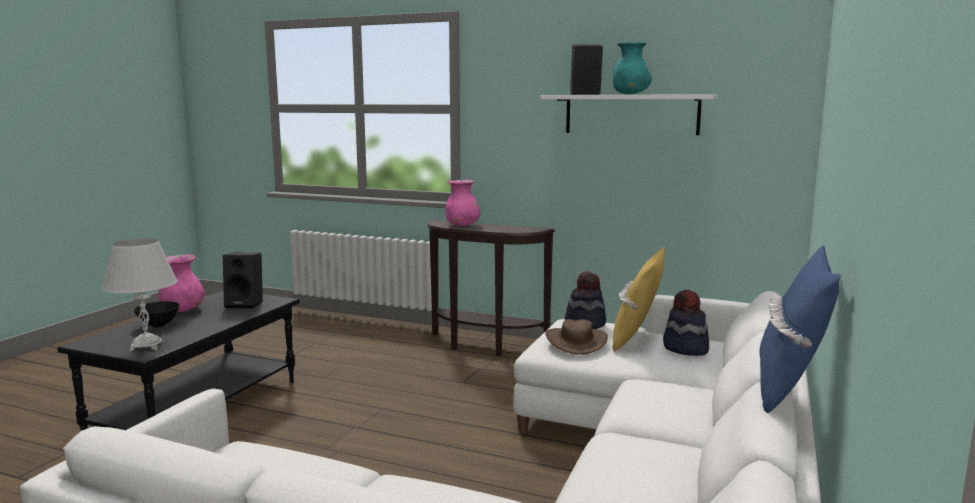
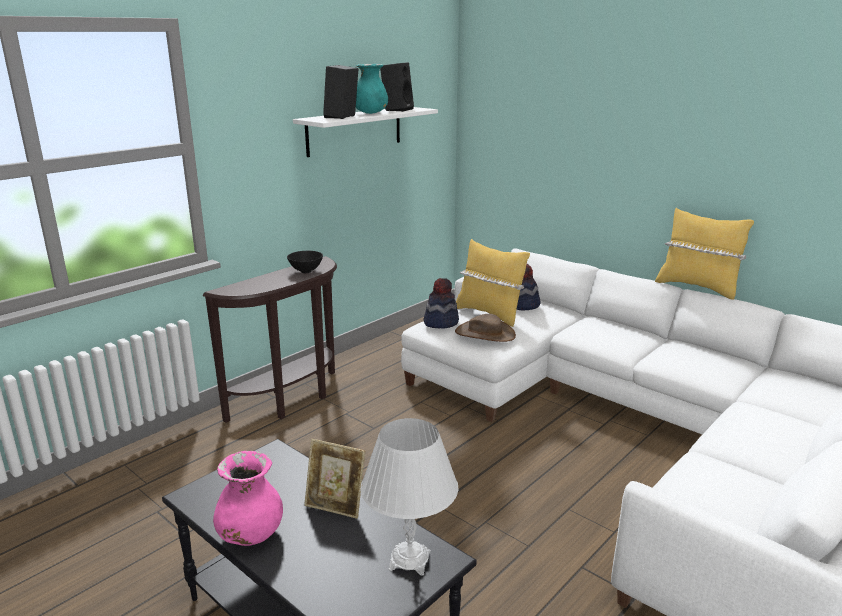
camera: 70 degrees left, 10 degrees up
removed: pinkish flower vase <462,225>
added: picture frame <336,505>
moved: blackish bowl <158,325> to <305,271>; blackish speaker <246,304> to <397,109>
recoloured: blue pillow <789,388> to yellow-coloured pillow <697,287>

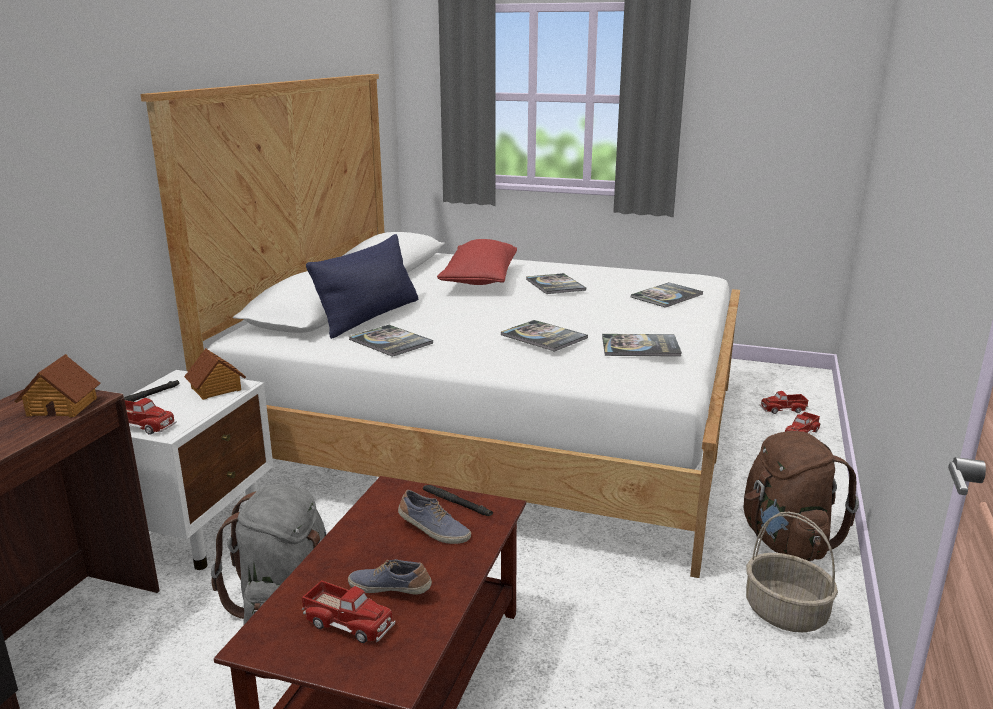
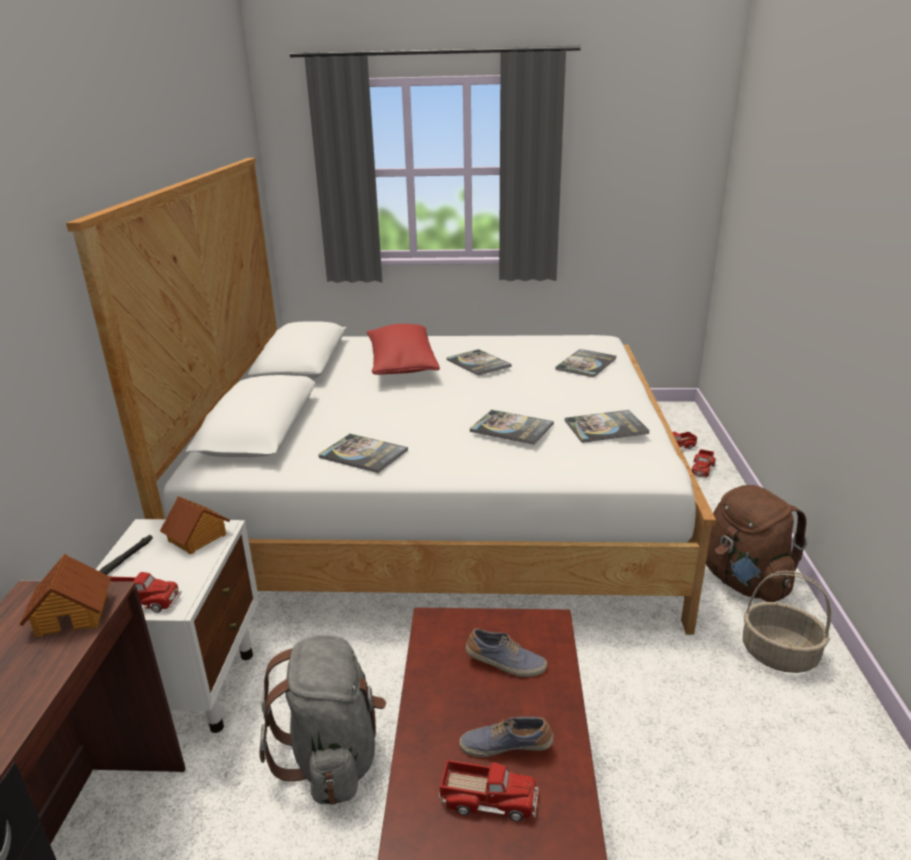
camera: 15 degrees left, 5 degrees up
removed: blue pillow <370,317>; blackish torch <457,504>

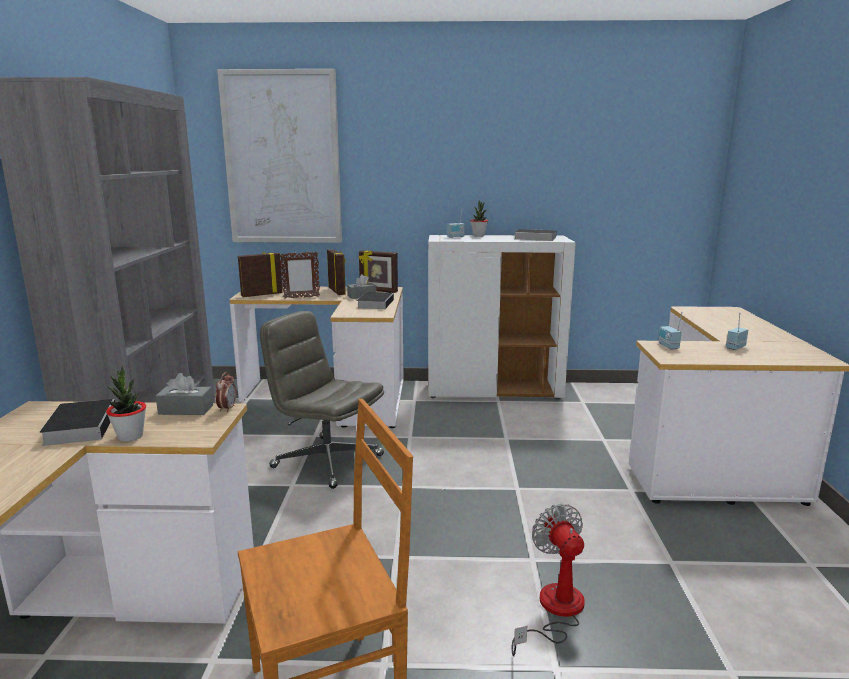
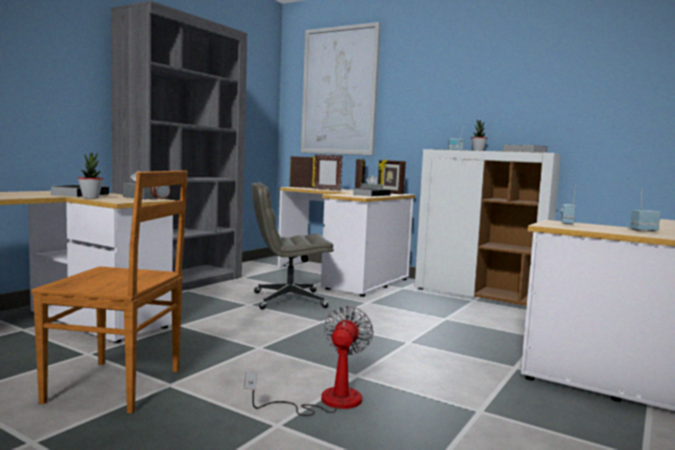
camera: 30 degrees right, 10 degrees down
turned: grey computer chair <326,461> = <288,300> 75 degrees counterclockwise

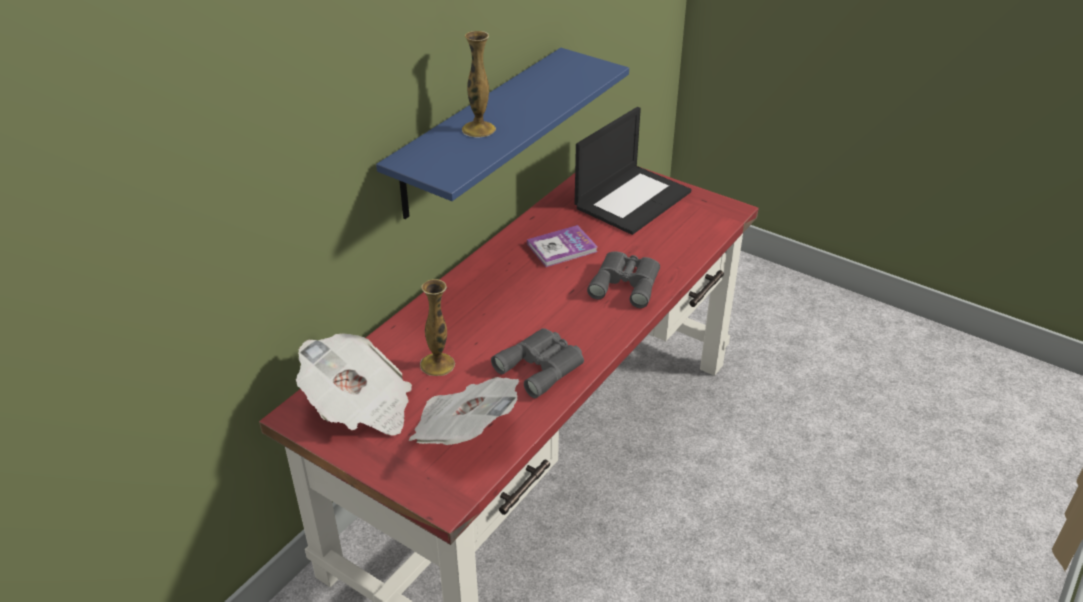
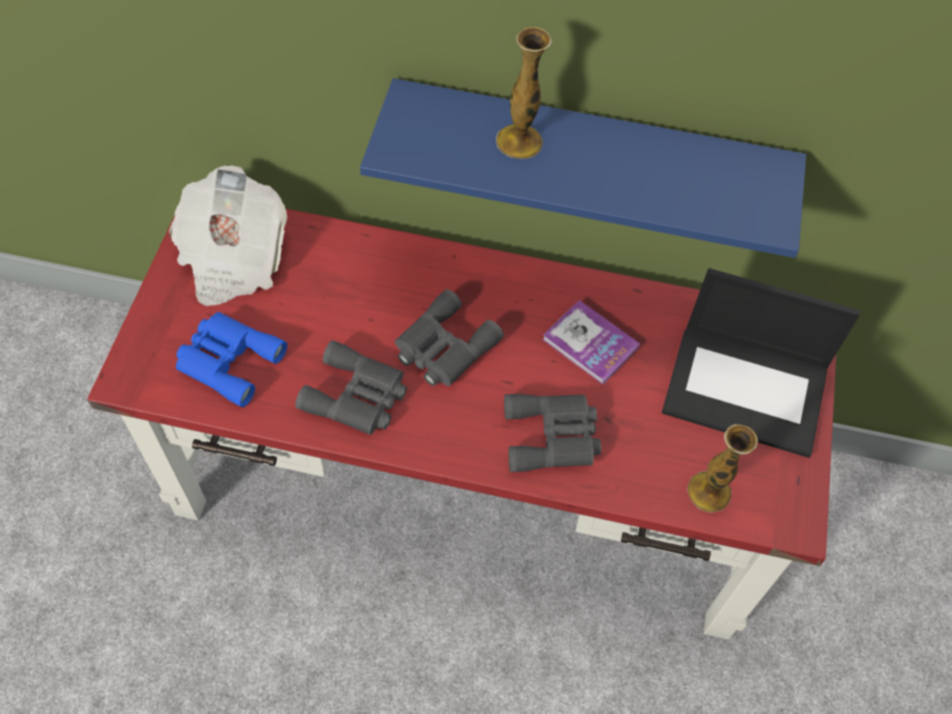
camera: 65 degrees right, 20 degrees up
added: grey field glasses <443,348>
moved: flower vase <437,364> to <709,492>
replaced: printed paper <464,431> to blue field glasses <228,360>

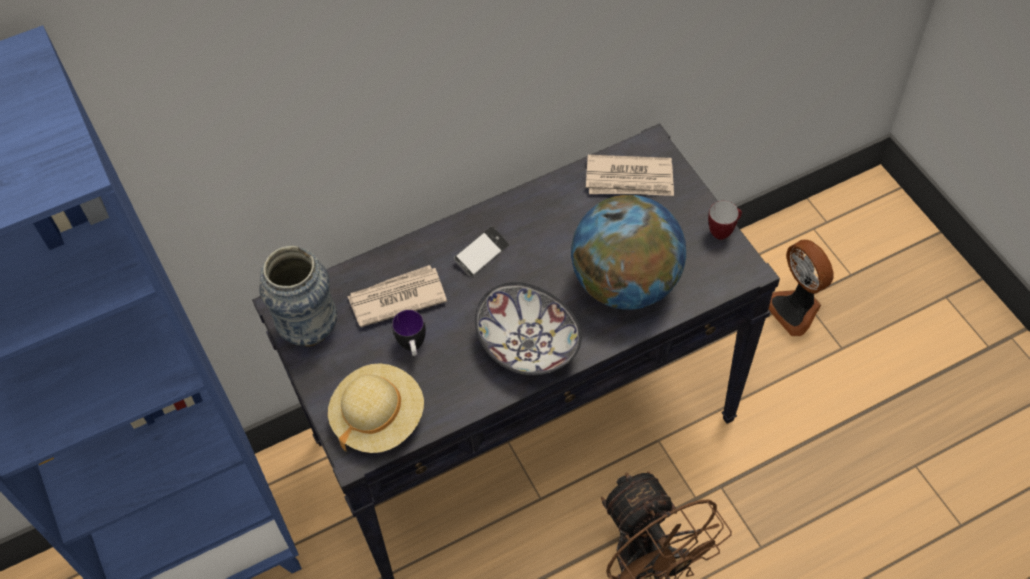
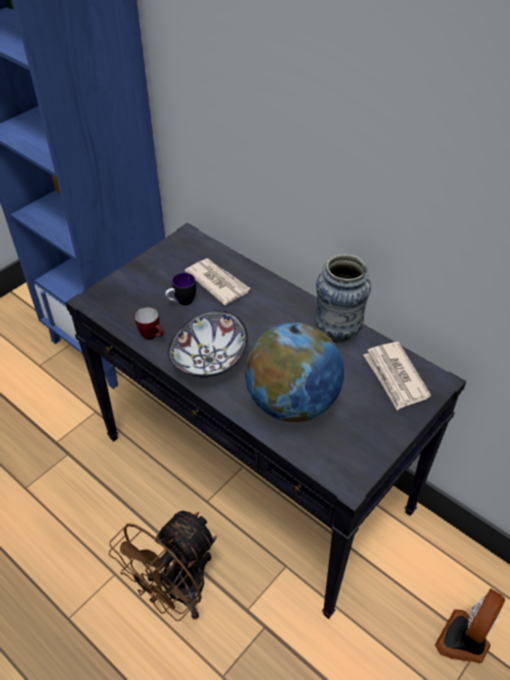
camera: 65 degrees right, 10 degrees down
removed: beige hat <378,418>; telephone <481,254>
moved: flower vase <309,329> to <337,331>; coffee mug <723,231> to <152,336>

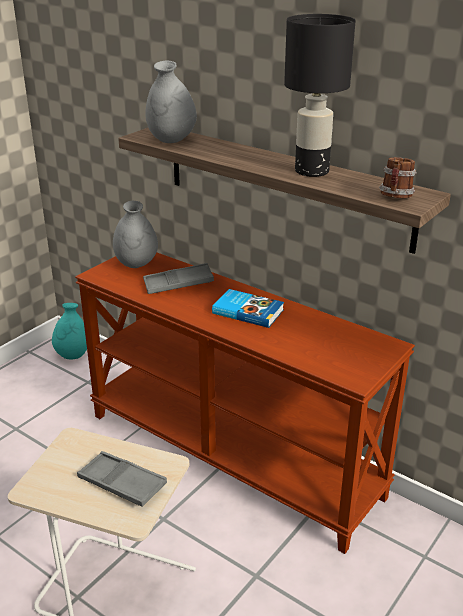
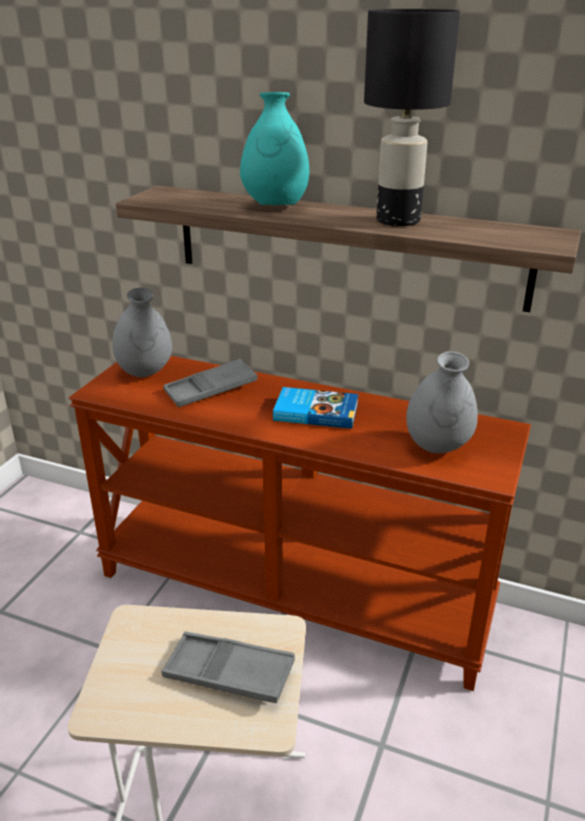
camera: 15 degrees left, 0 degrees up
removed: coffee mug <396,197>
moved: turquoise-coloured flower vase <72,355> to <275,206>; grey flower vase <171,140> to <437,446>

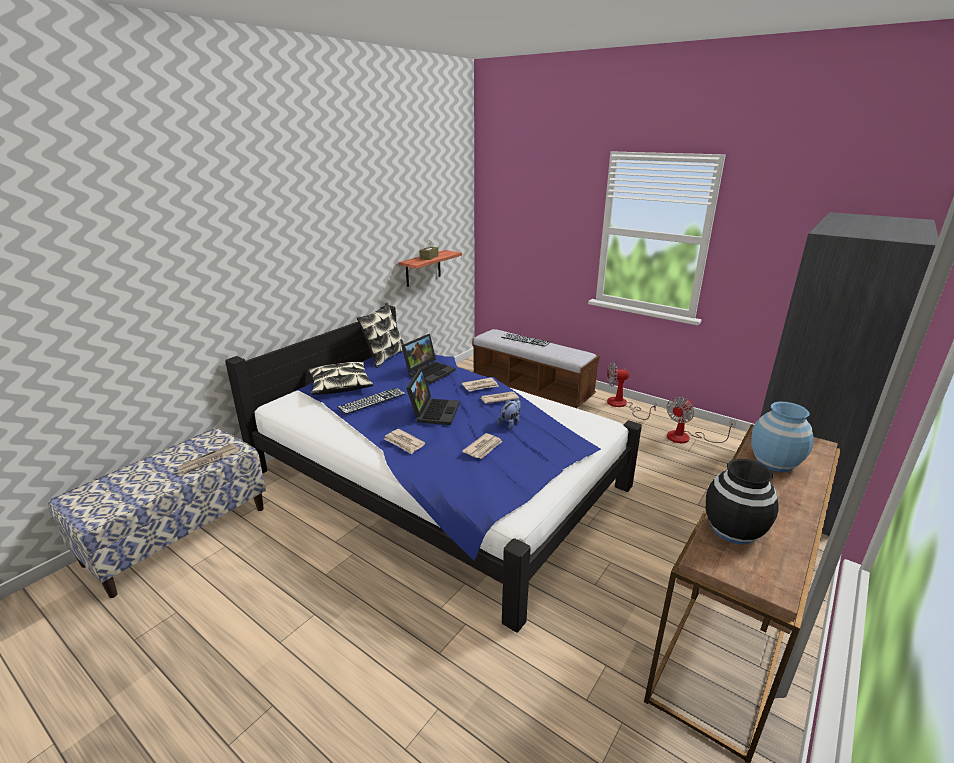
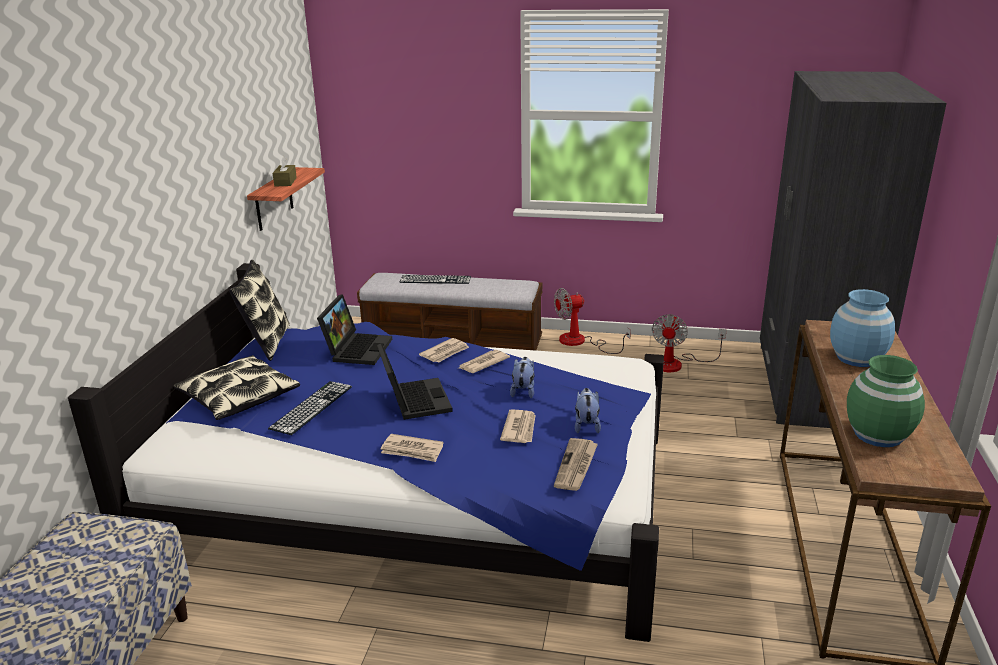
camera: 25 degrees left, 0 degrees up
added: plush toy <586,425>
moved: printed paper <209,460> to <576,466>
recoloured: blackish flower vase <734,530> to green-coloured flower vase <878,435>

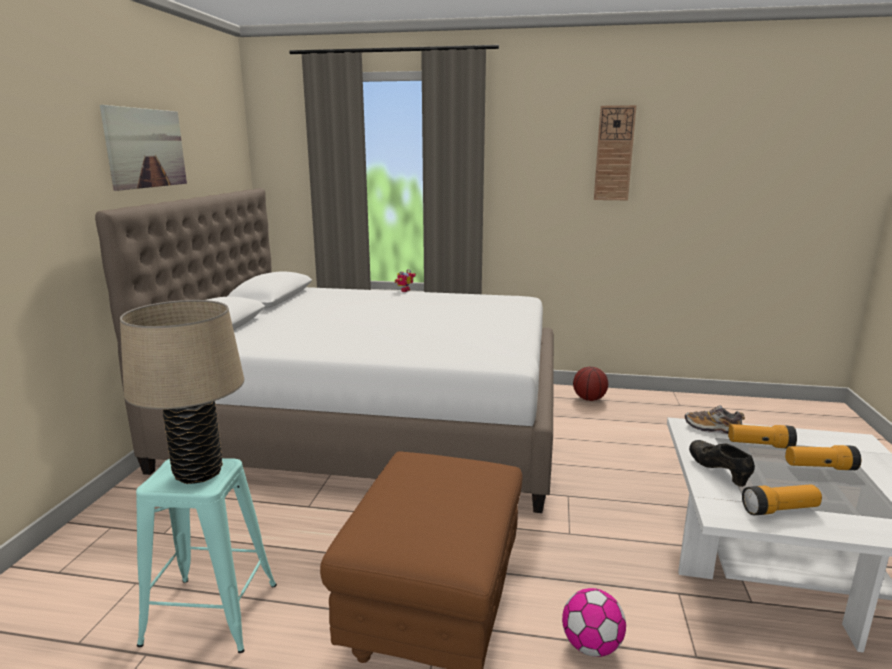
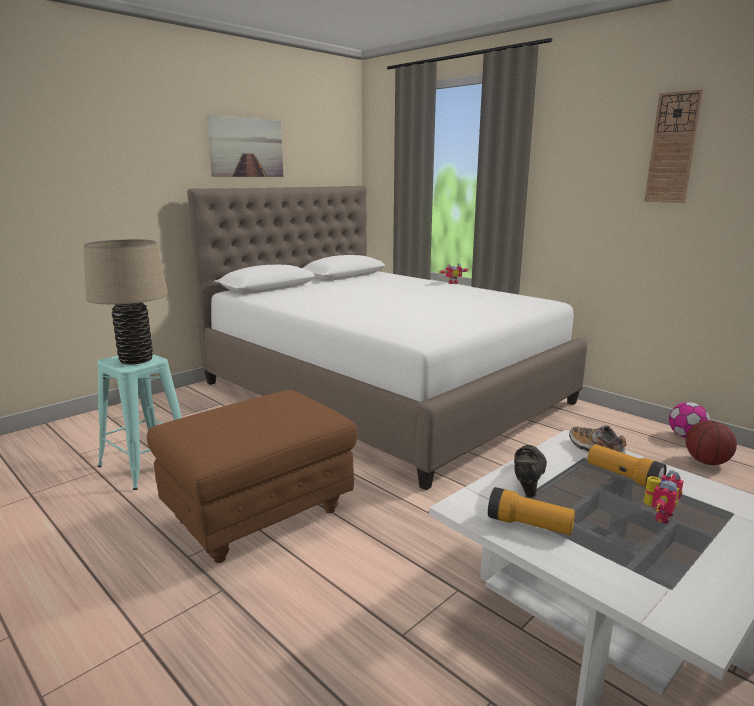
camera: 35 degrees right, 0 degrees up
moved: football <591,646> to <686,436>; ball for basketball <589,399> to <706,462>
replaced: torch <819,467> to model robot <658,515>

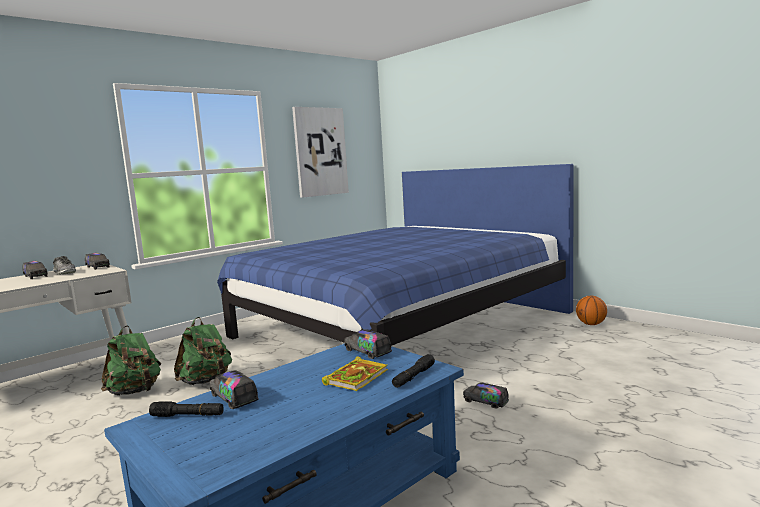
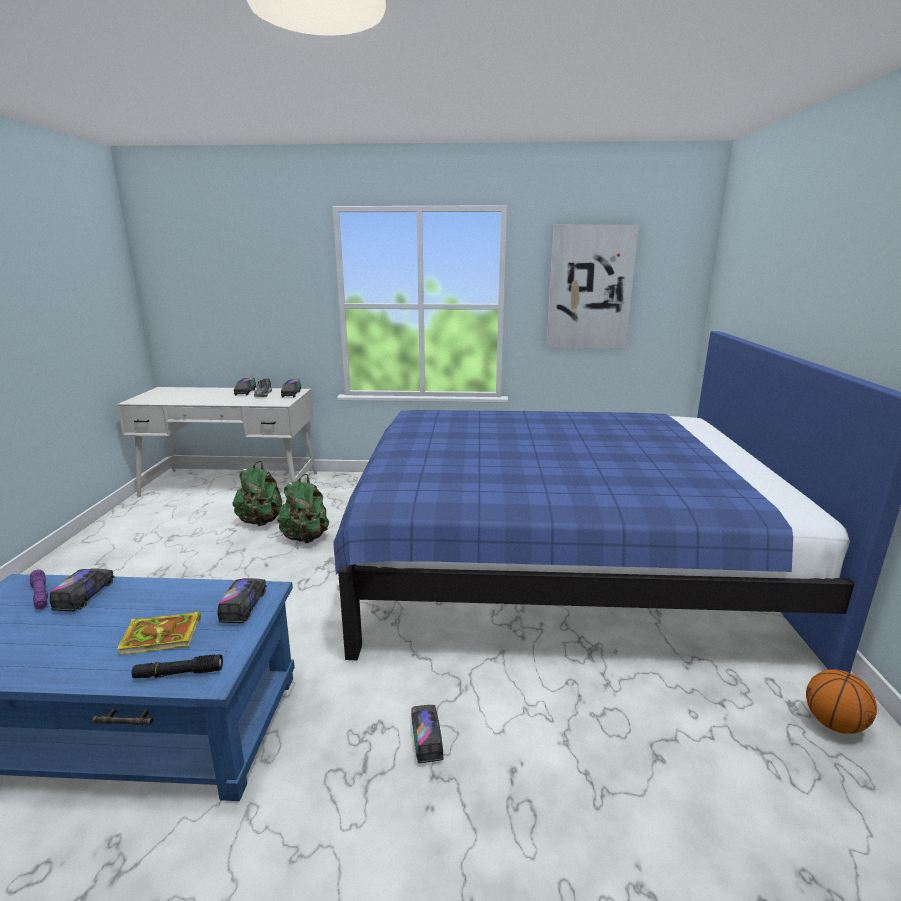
camera: 45 degrees right, 10 degrees up
recoloured: blackish torch <187,416> to purple-coloured torch <40,595>

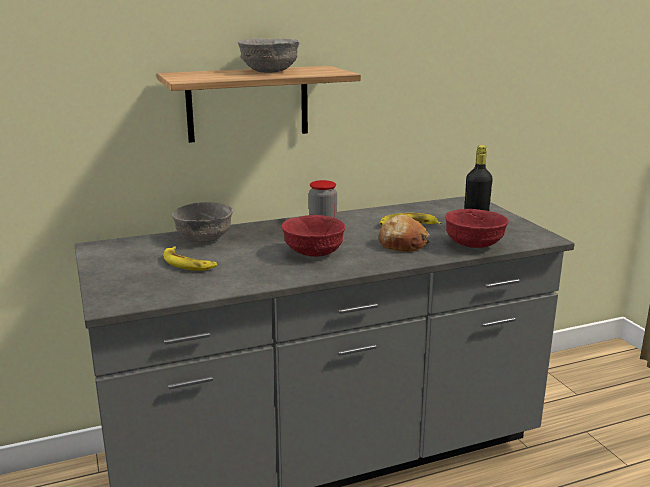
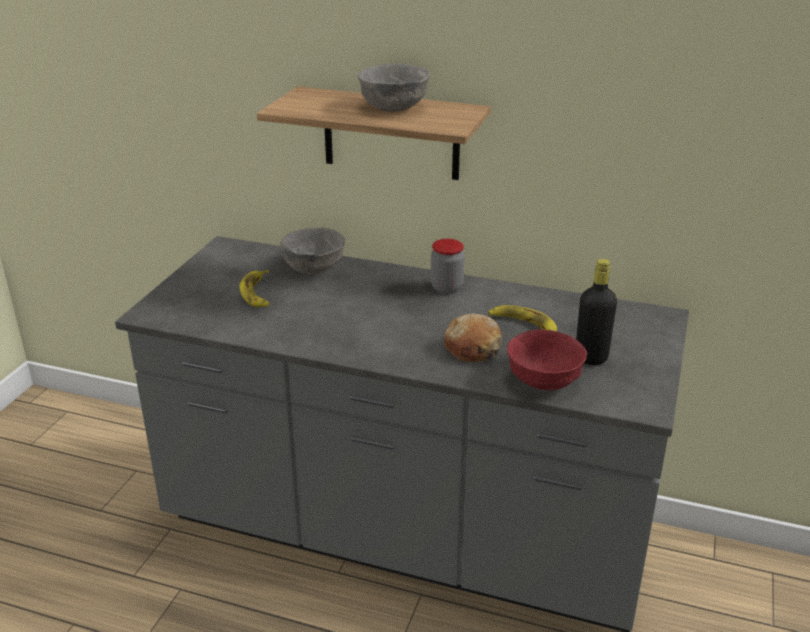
camera: 40 degrees right, 10 degrees up
removed: red-coloured bowl <313,253>

